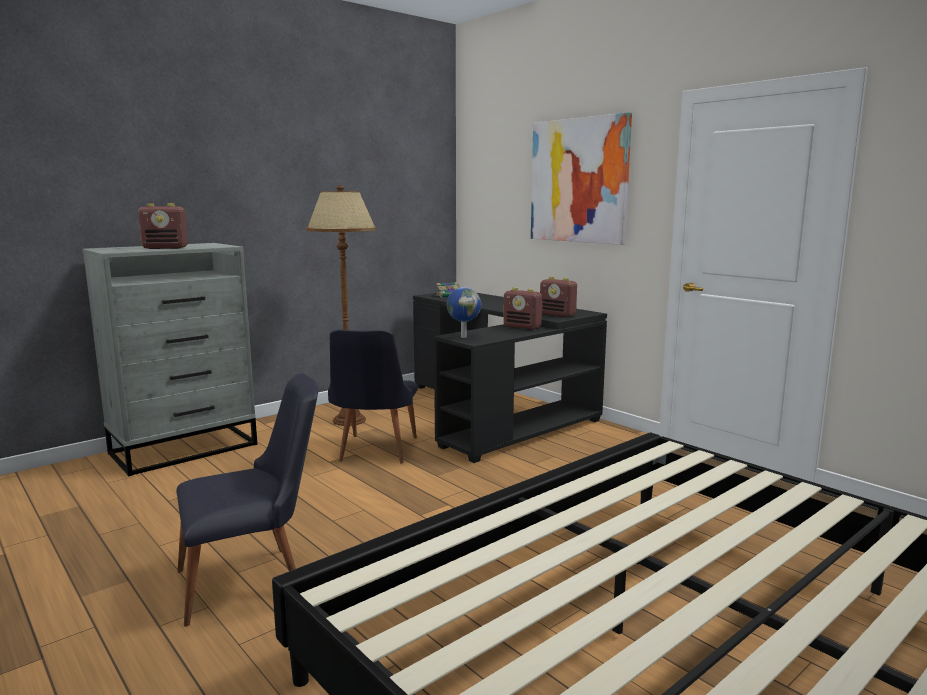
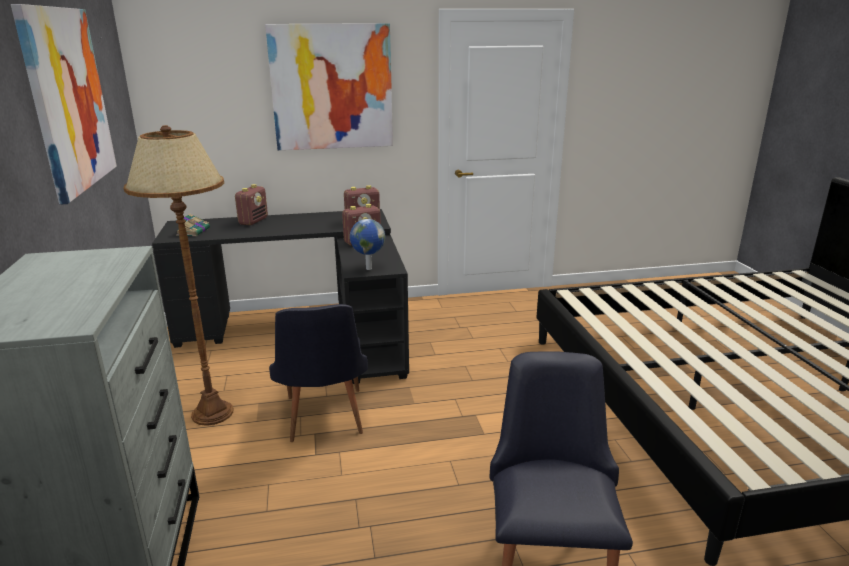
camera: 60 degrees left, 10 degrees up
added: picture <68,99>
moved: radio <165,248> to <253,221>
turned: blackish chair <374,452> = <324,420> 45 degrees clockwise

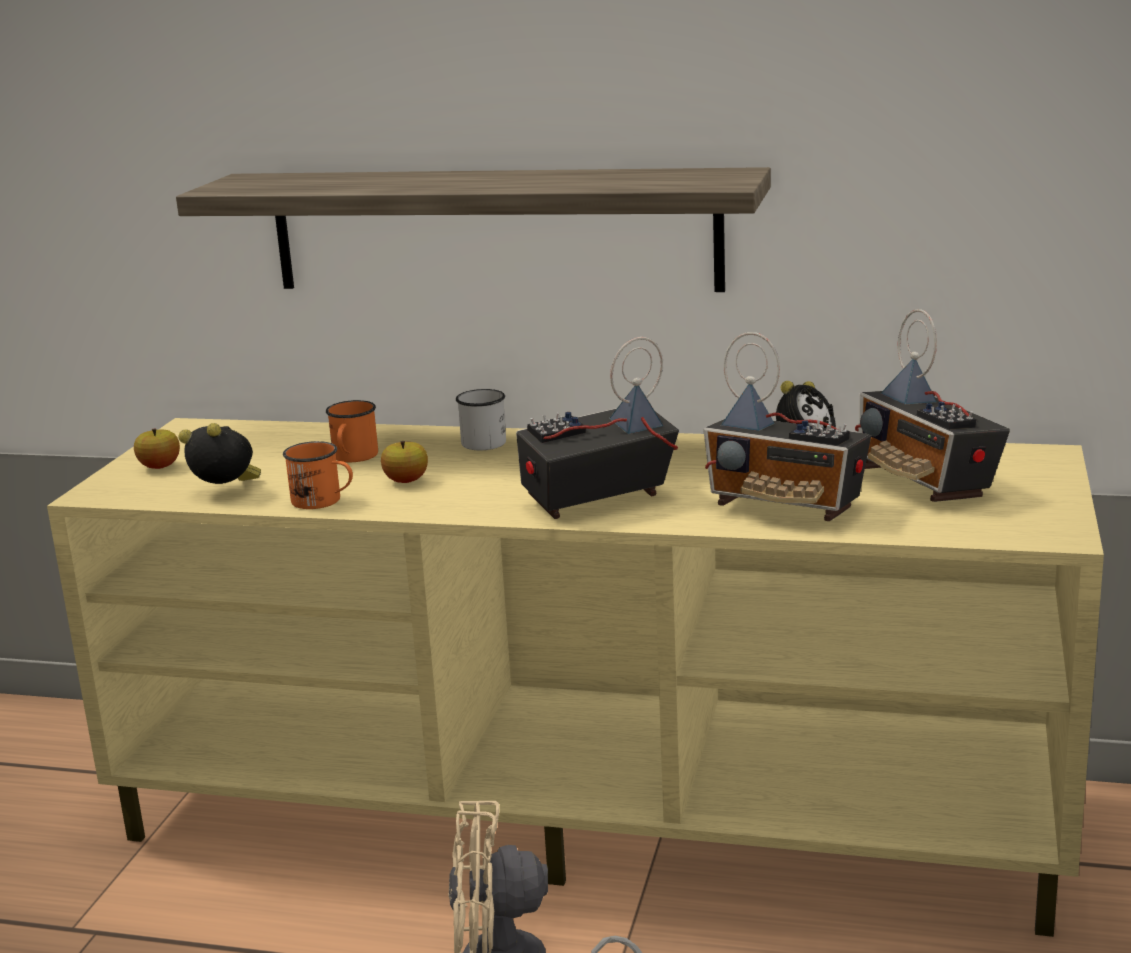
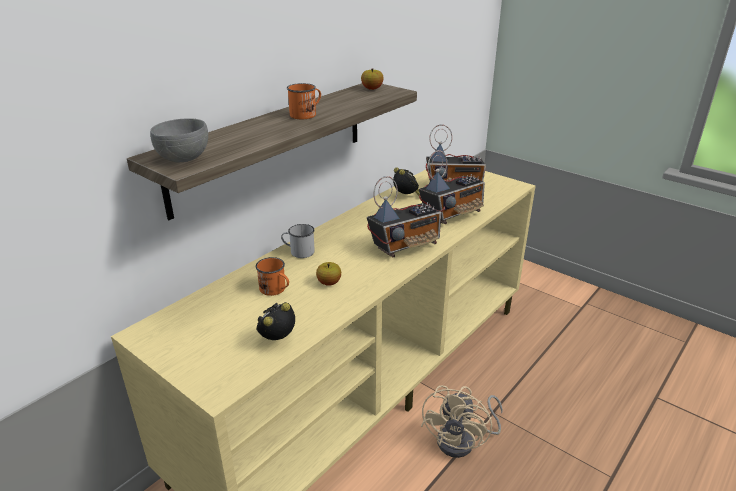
camera: 65 degrees left, 10 degrees up
added: grey bowl <184,159>
moved: apple <159,467> to <372,89>; orangey coffee mug <323,501> to <306,114>
turned: radio <595,500> = <405,246> 120 degrees counterclockwise

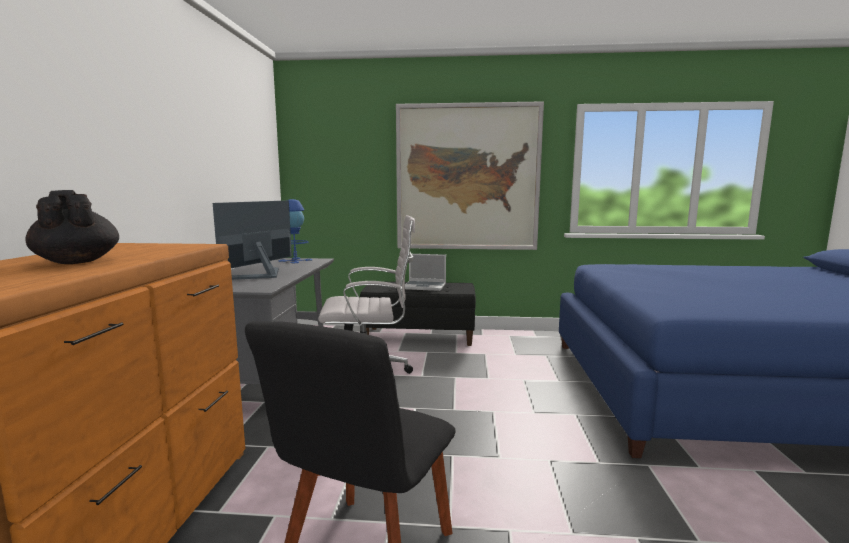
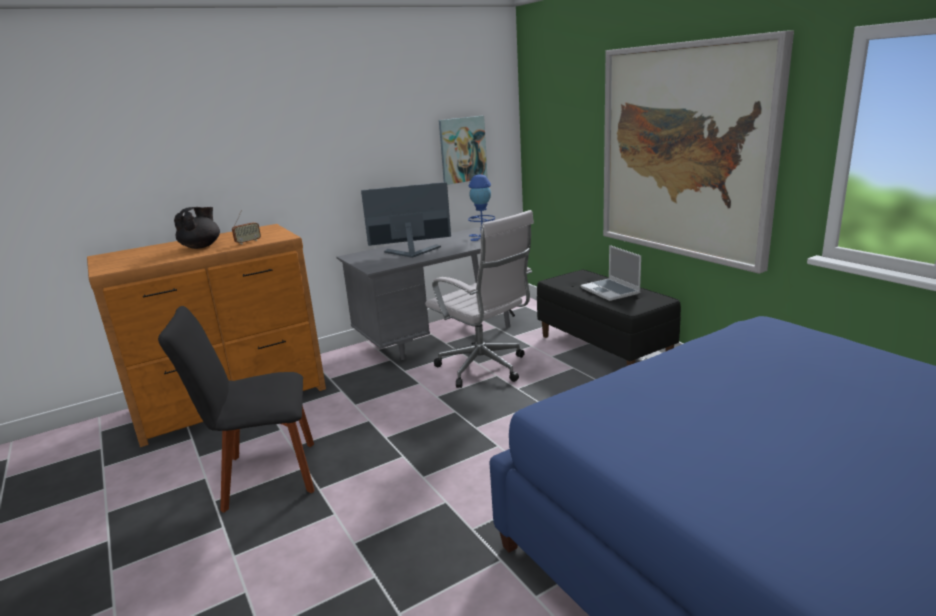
camera: 55 degrees right, 10 degrees up
added: radio <248,242>; picture <462,150>

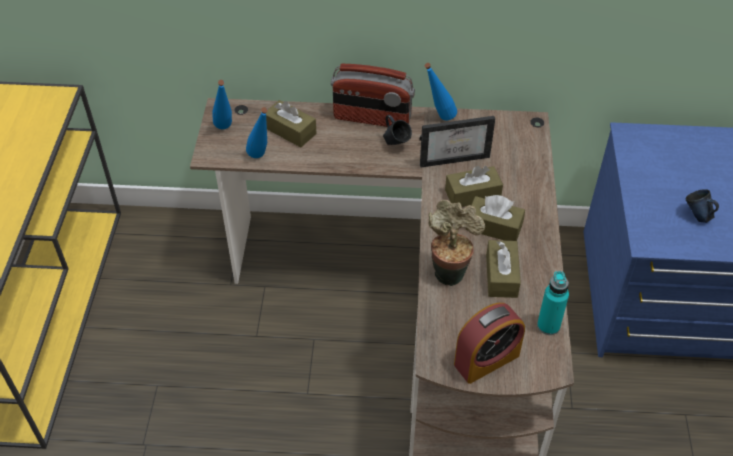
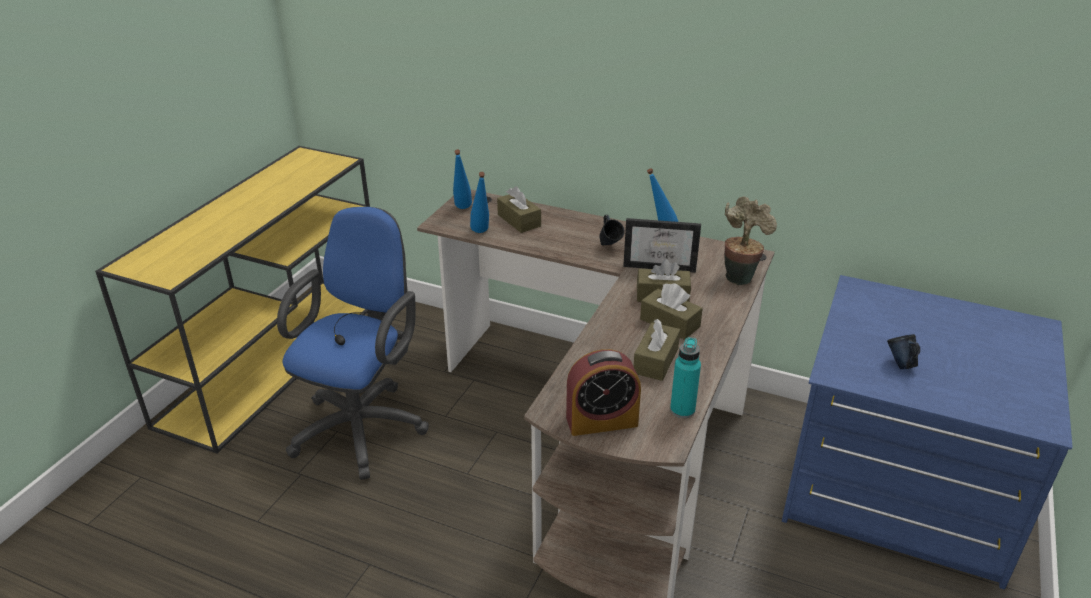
camera: 20 degrees right, 15 degrees down
removed: radio <372,118>
added: blue computer chair <364,424>
moved: potted plant <449,271> to <740,276>

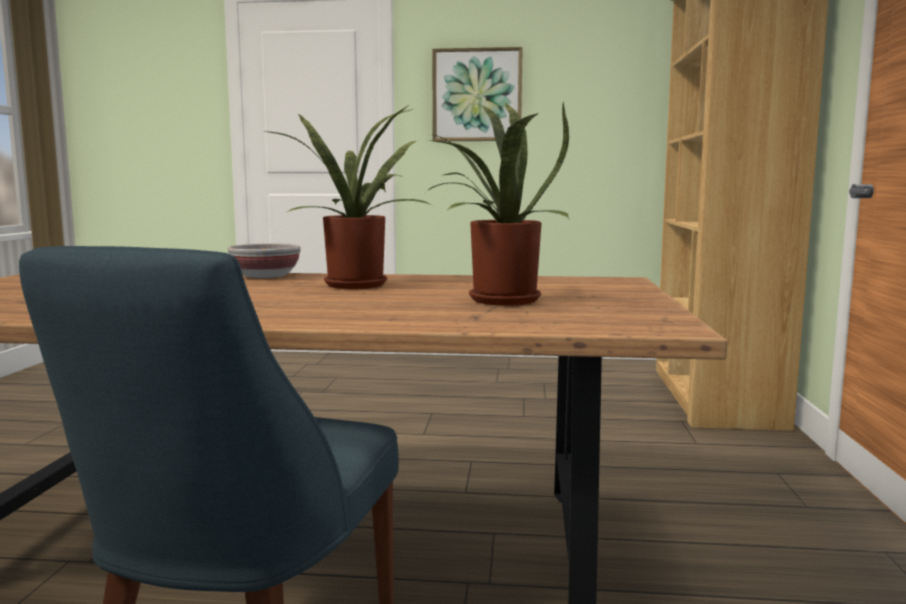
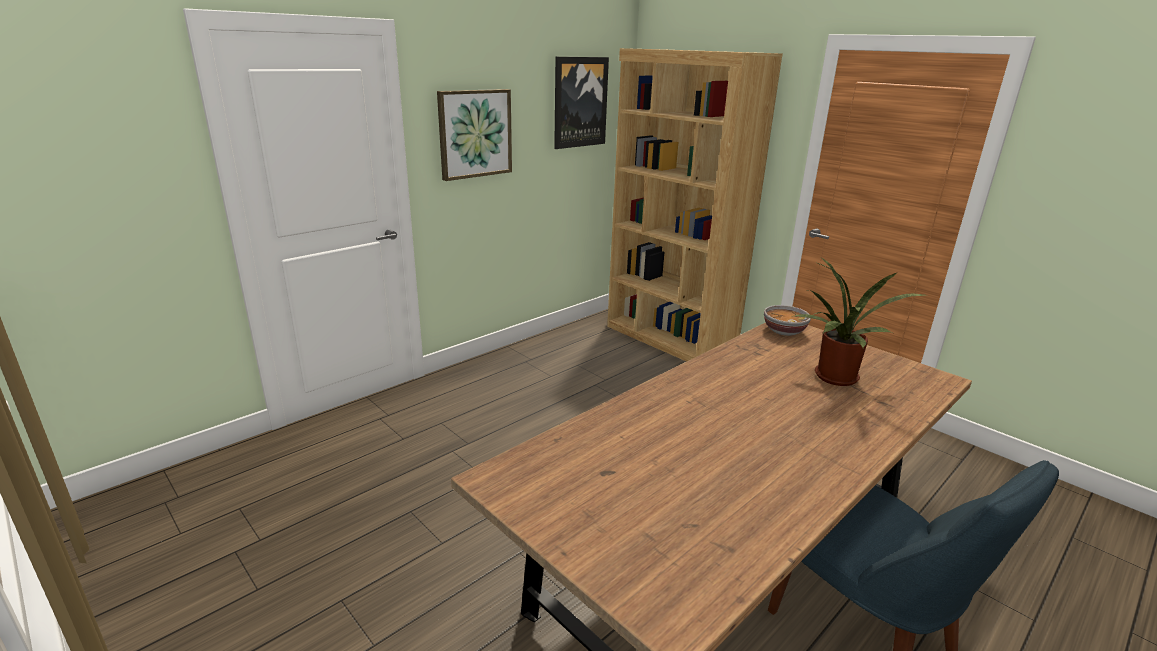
camera: 50 degrees left, 15 degrees up
removed: potted plant <357,284>
added: picture <580,102>
moved: bowl <266,276> to <783,331>

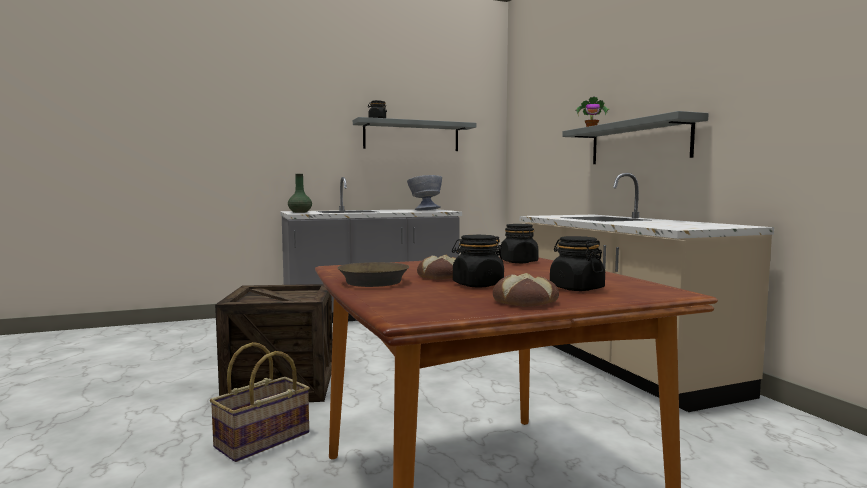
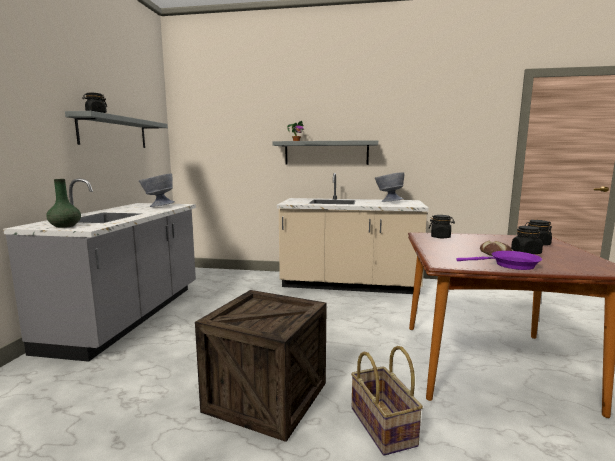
camera: 60 degrees left, 5 degrees up
removed: bread <526,302>
added: grey bowl <388,202>
recoloured: brown-coloured frying pan <371,281> to purple-coloured frying pan <510,265>

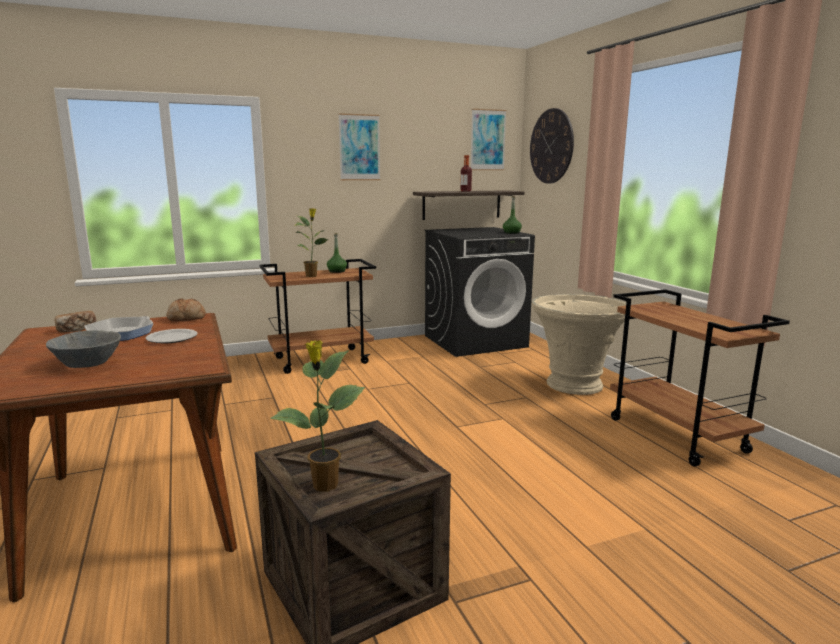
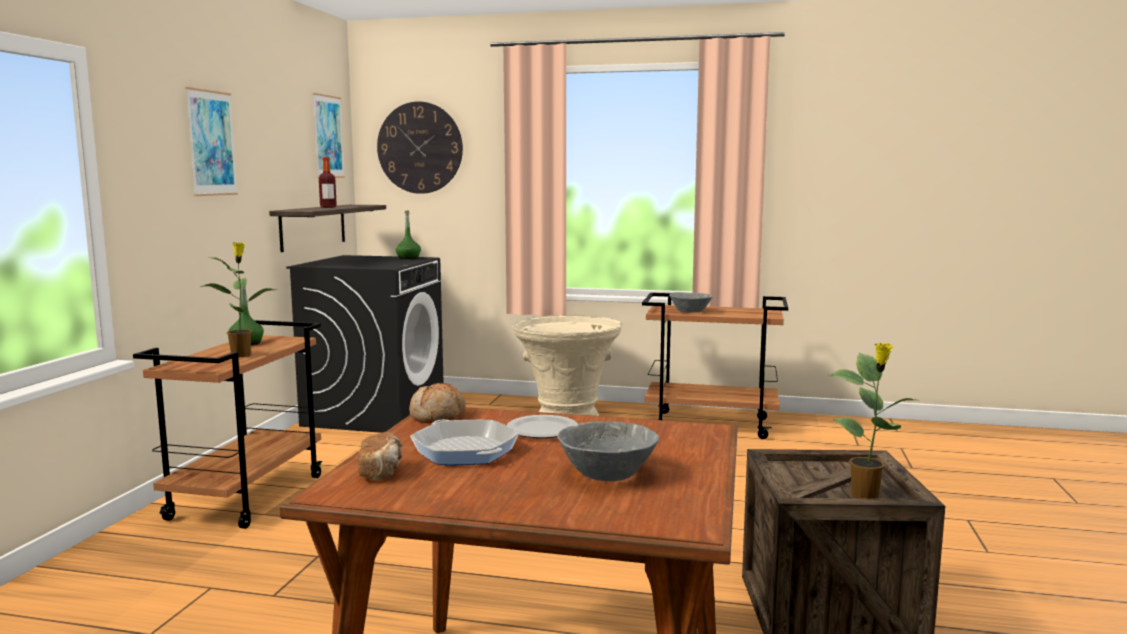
camera: 55 degrees left, 5 degrees down
added: grey bowl <690,311>

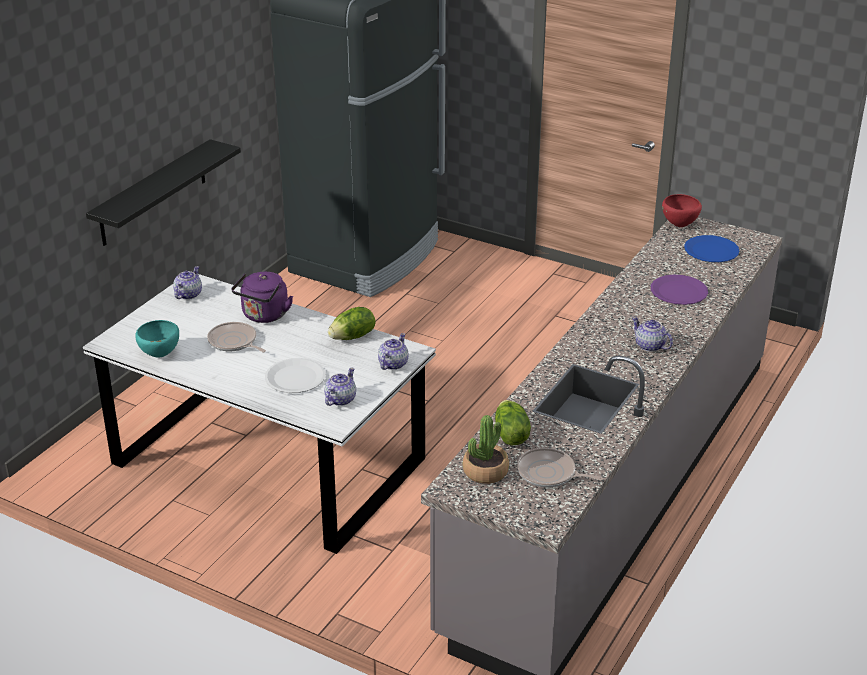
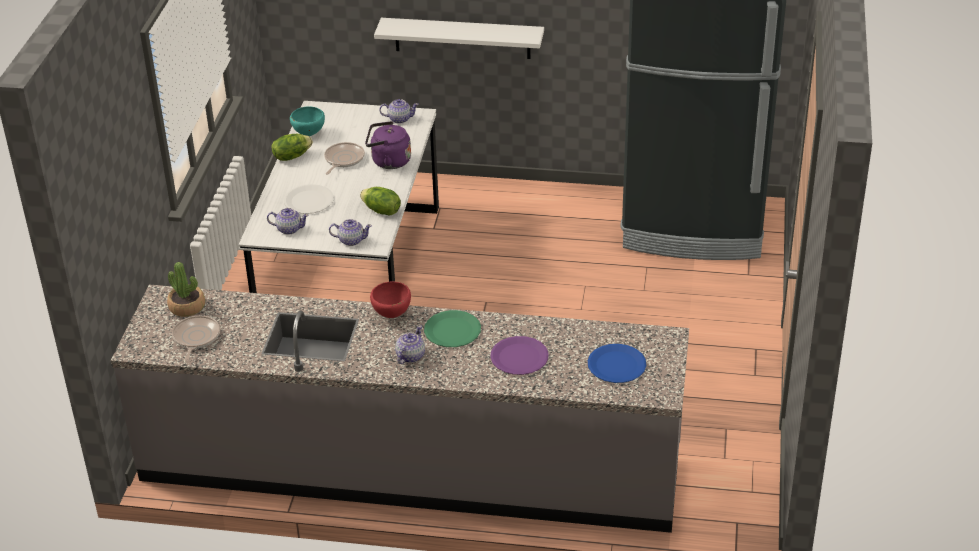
camera: 70 degrees right, 5 degrees up
added: green-coloured flat dish <452,330>
moved: lettuce head <510,435> to <291,156>; red-coloured bowl <680,225> to <392,315>
recoloured: blackish bracket shelf <153,193> to whitish bracket shelf <462,38>

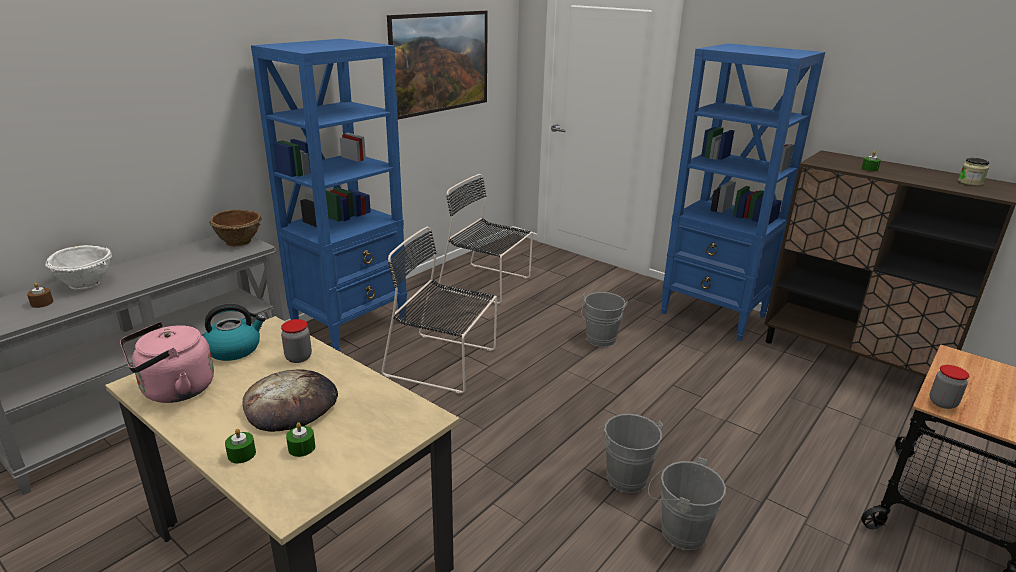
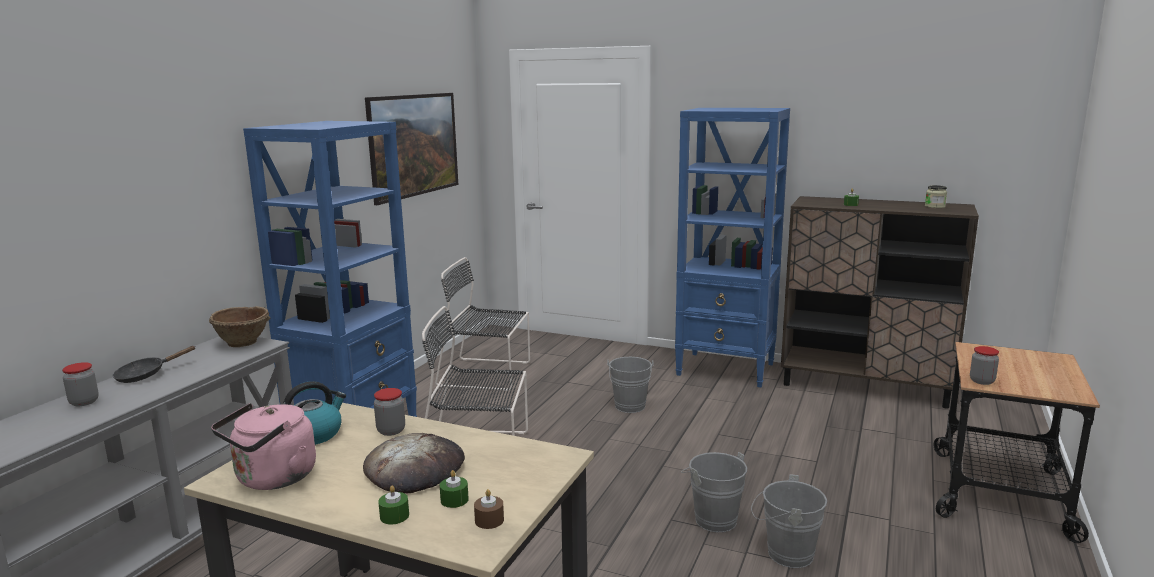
camera: 15 degrees left, 10 degrees down
added: blackish frying pan <145,375>
moved: brown-coloured wax light <42,303> to <489,520>
replaced: whitish bowl <87,284> to jar <84,402>

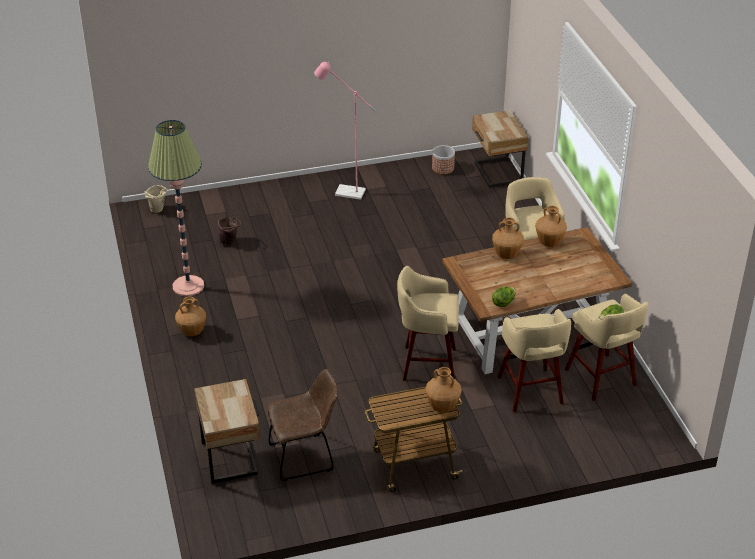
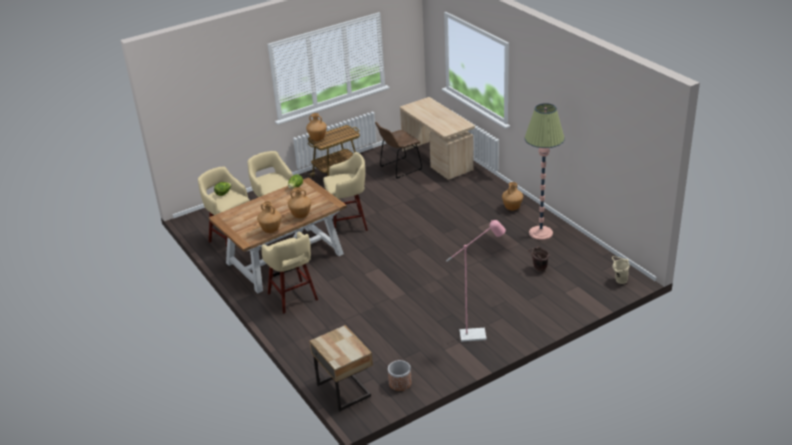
camera: 165 degrees right, 5 degrees down
replaced: beige bedside table <231,458> to beige desk unit <438,160>

